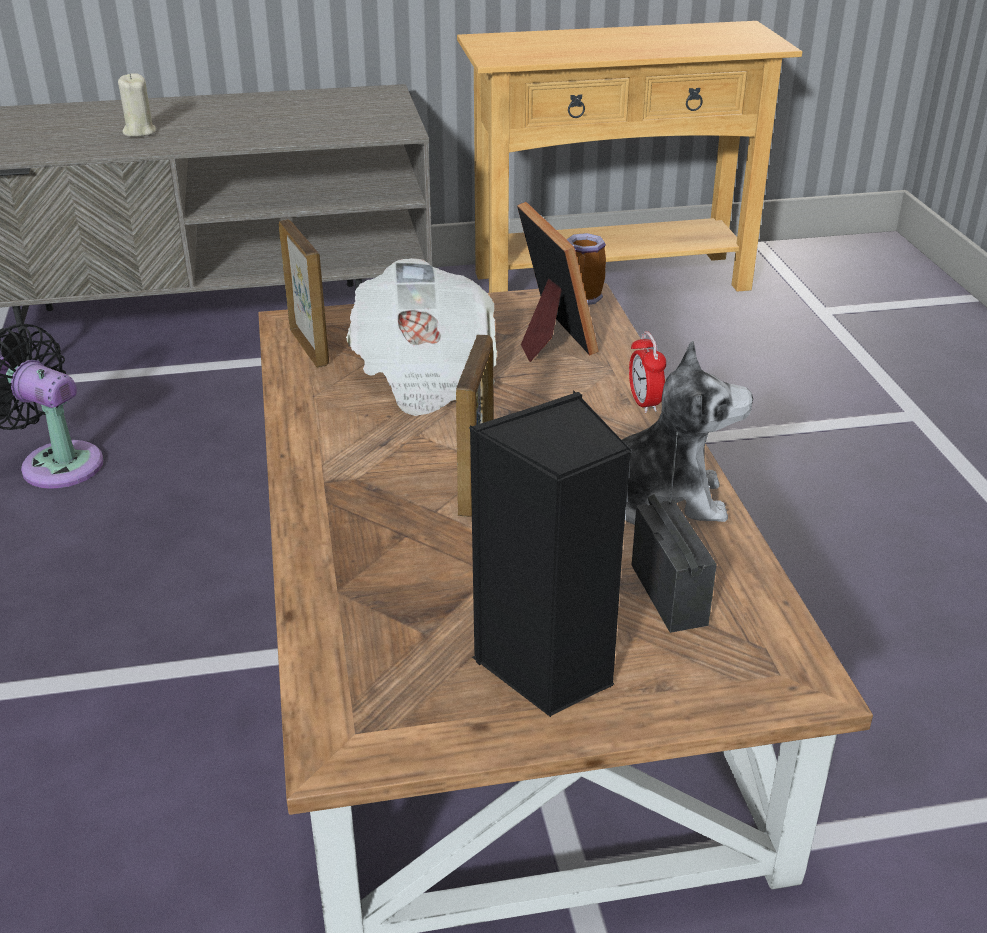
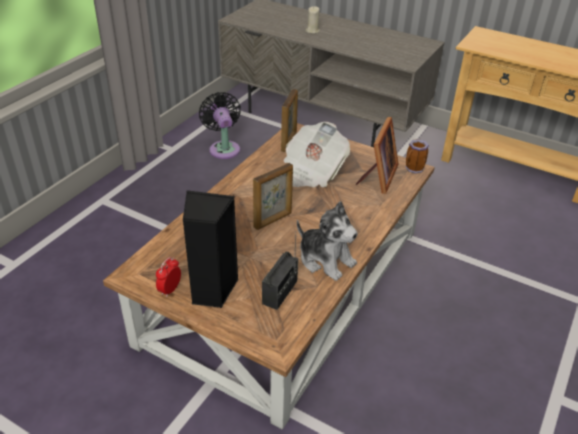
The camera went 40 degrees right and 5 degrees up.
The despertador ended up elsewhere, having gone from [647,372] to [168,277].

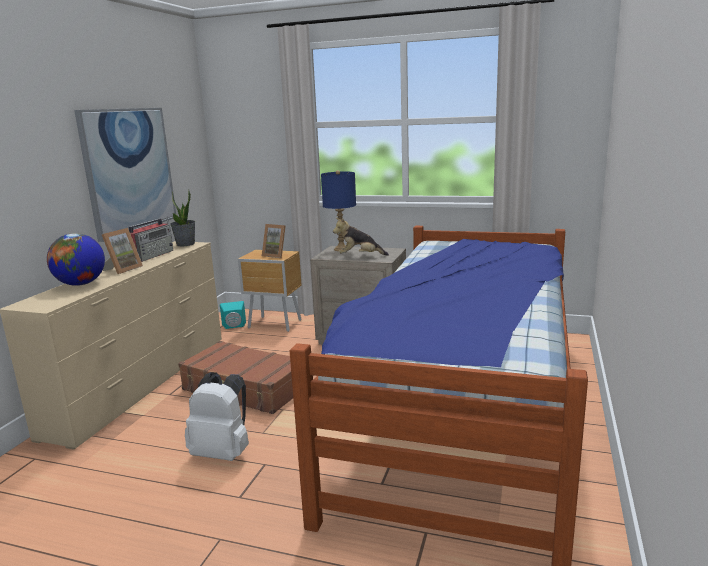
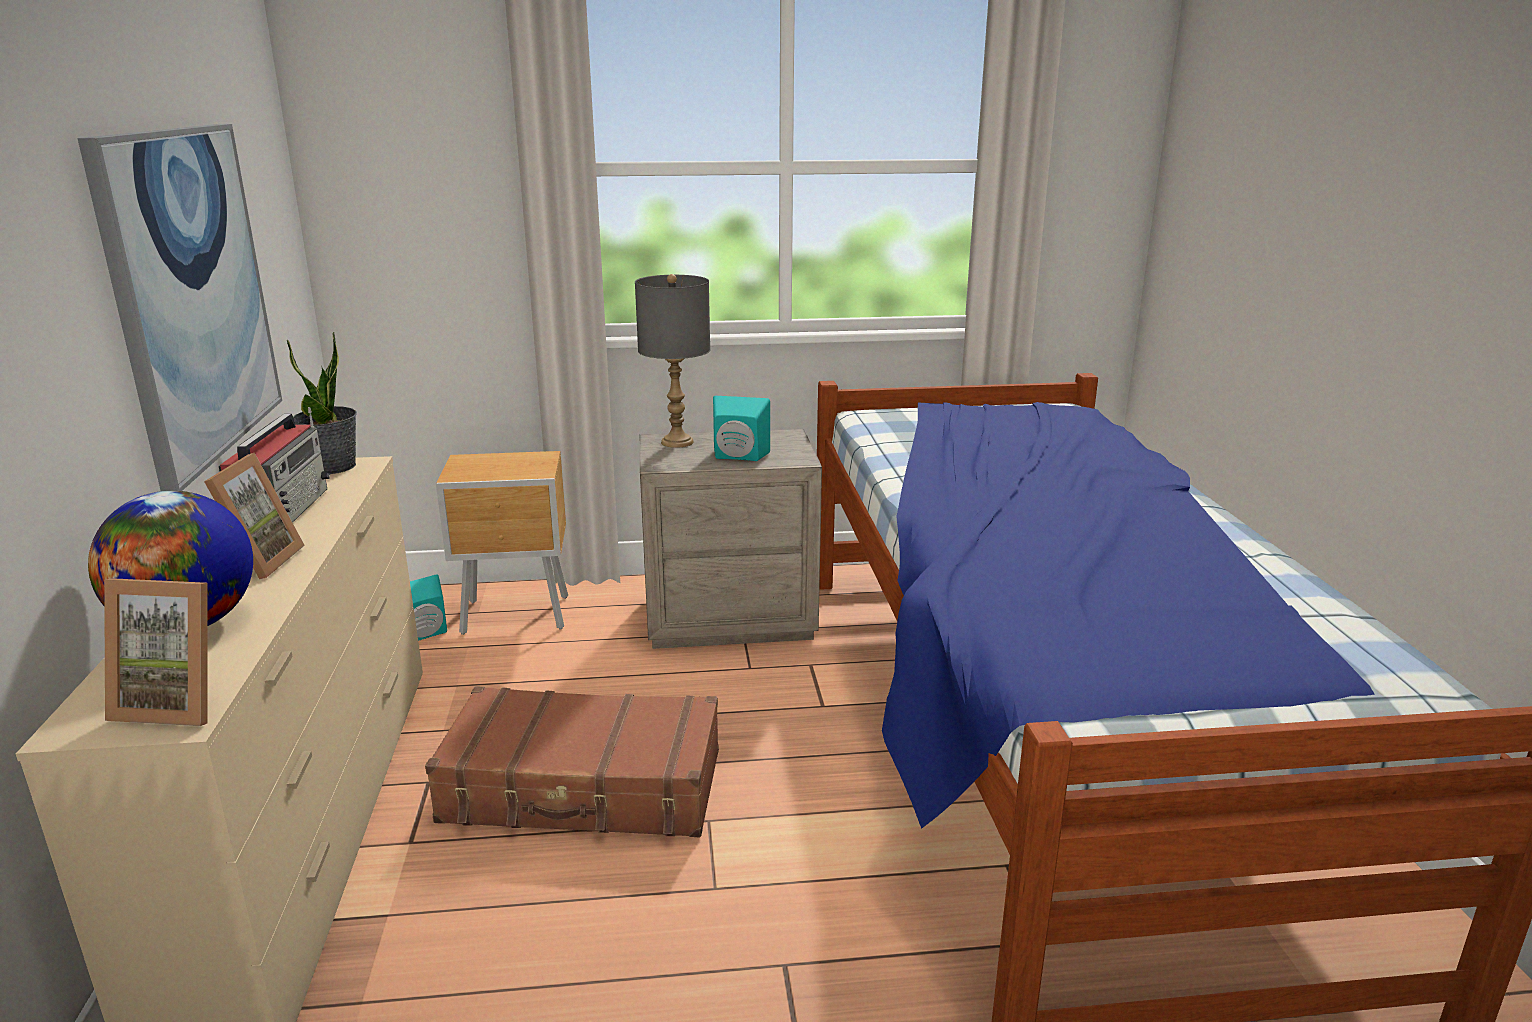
The camera went 25 degrees left and 5 degrees up.
The second view lost the mochila/blanco at [217,416].
The portarretratos ended up elsewhere, having gone from [274,241] to [156,652].
Where the peluche stood at [361,237], the altavoz/turquesa came to stand at [741,428].
What was the lámpara de mesa/azul at [338,210] turned into the lámpara de mesa/gris at [672,361].

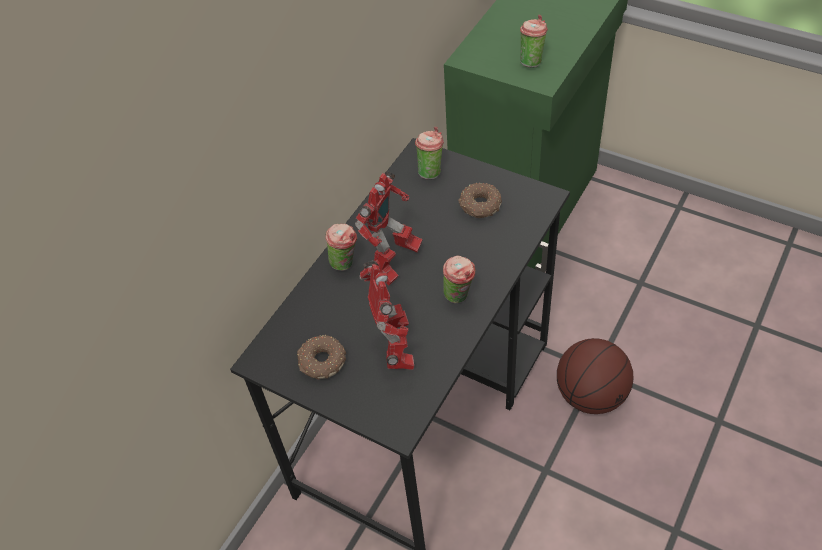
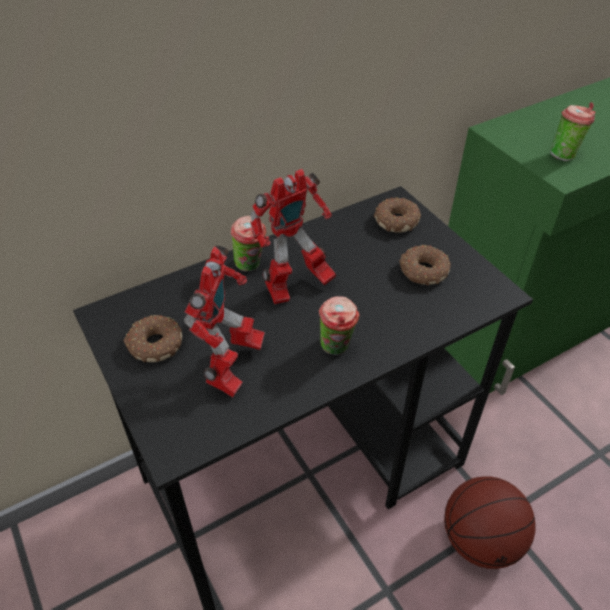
The camera went 25 degrees right and 5 degrees down.
Where the taza stood at [429,153], the rosquilla came to stand at [397,215].

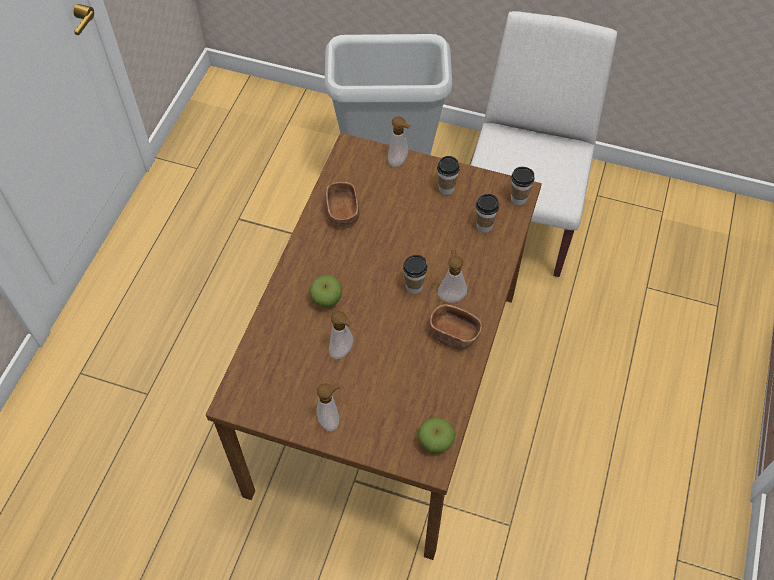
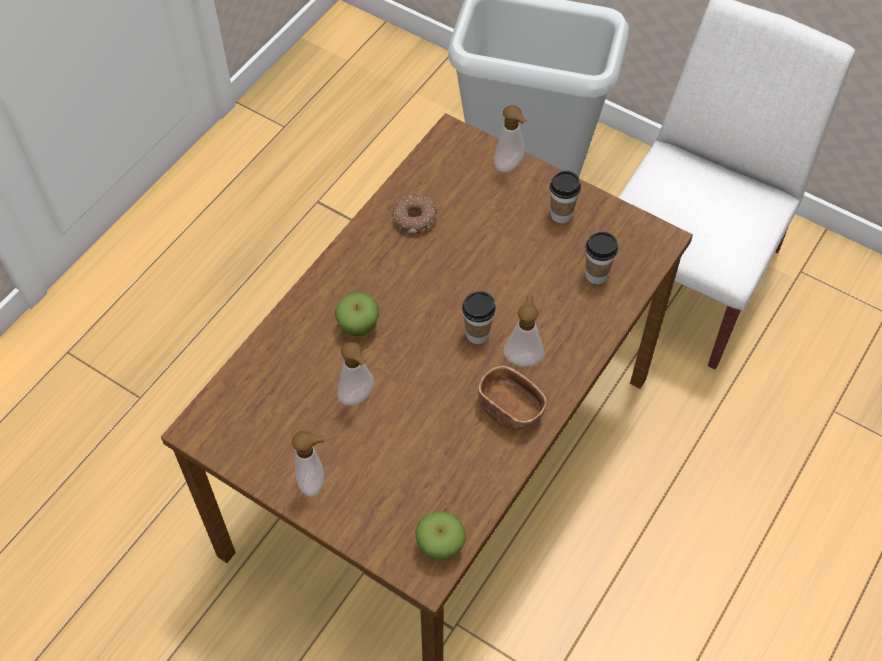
The camera went 15 degrees right and 0 degrees up.
The second view lost the taza at [523,186].
Where the cuenco/marrón stood at [342,204], the rosquilla came to stand at [415,213].

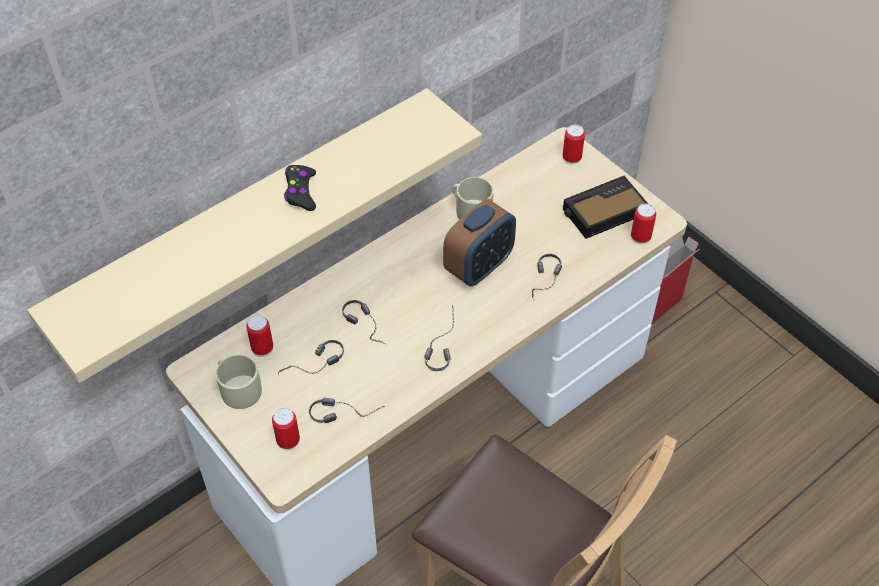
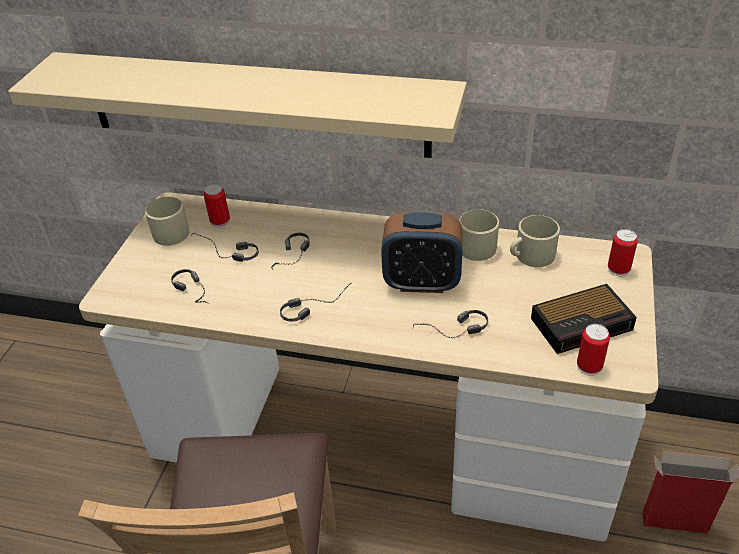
The camera went 55 degrees right and 10 degrees down.
The second view lost the lata at [286,429].
The second view lost the mando de consola/negro at [300,188].
The second view gained the taza grande/beis at [535,241].
The despertador at [605,207] ended up facing another way, 135 degrees clockwise from before.

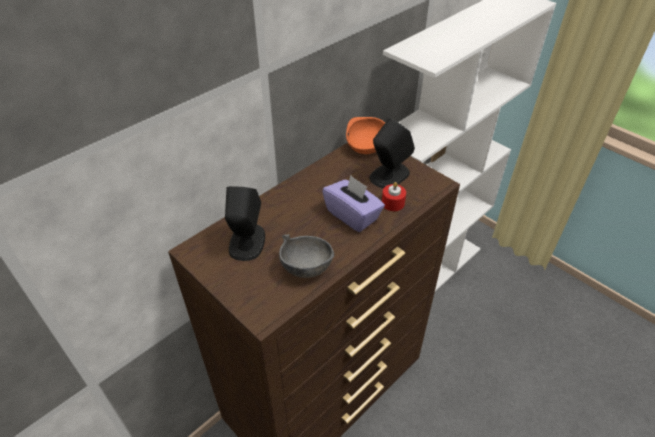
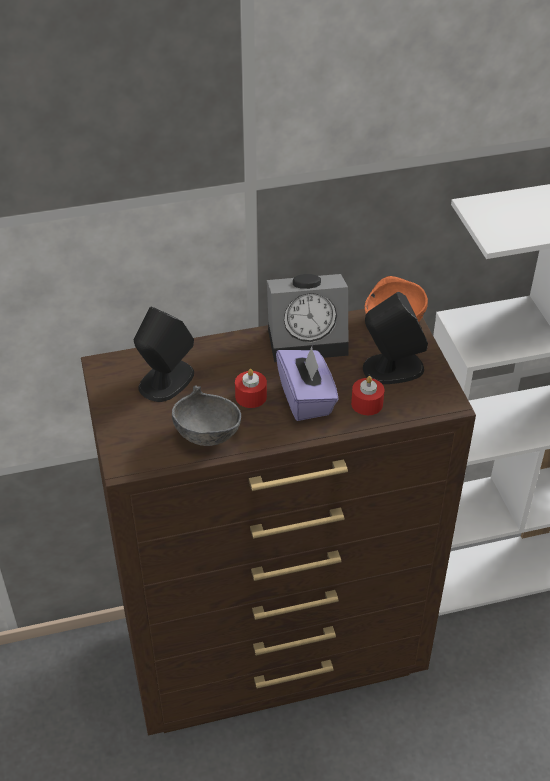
The camera went 30 degrees right and 0 degrees up.
The second view gained the vela/rojo at [251,388].
The second view gained the despertador at [308,318].

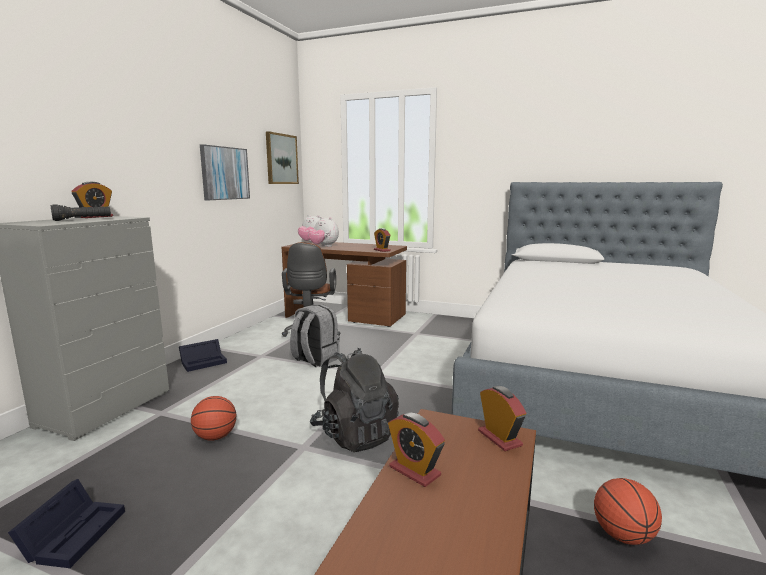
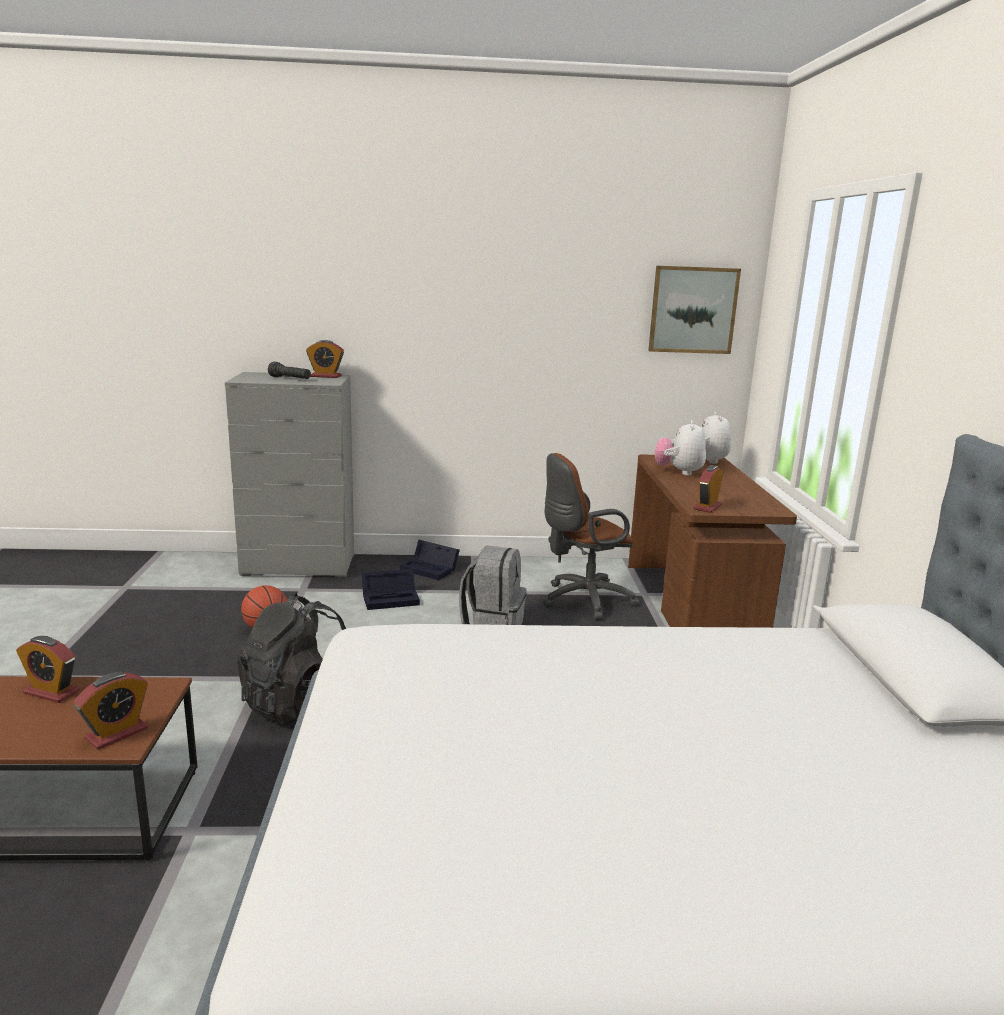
The camera went 65 degrees right and 5 degrees up.
The second view lost the cuadro at [225,172].
The second view lost the balón de baloncesto at [628,511].
The caja de almacenaje/negro ended up elsewhere, having gone from [66,523] to [391,589].
The despertador at [416,450] ended up facing another way, 90 degrees counterclockwise from before.

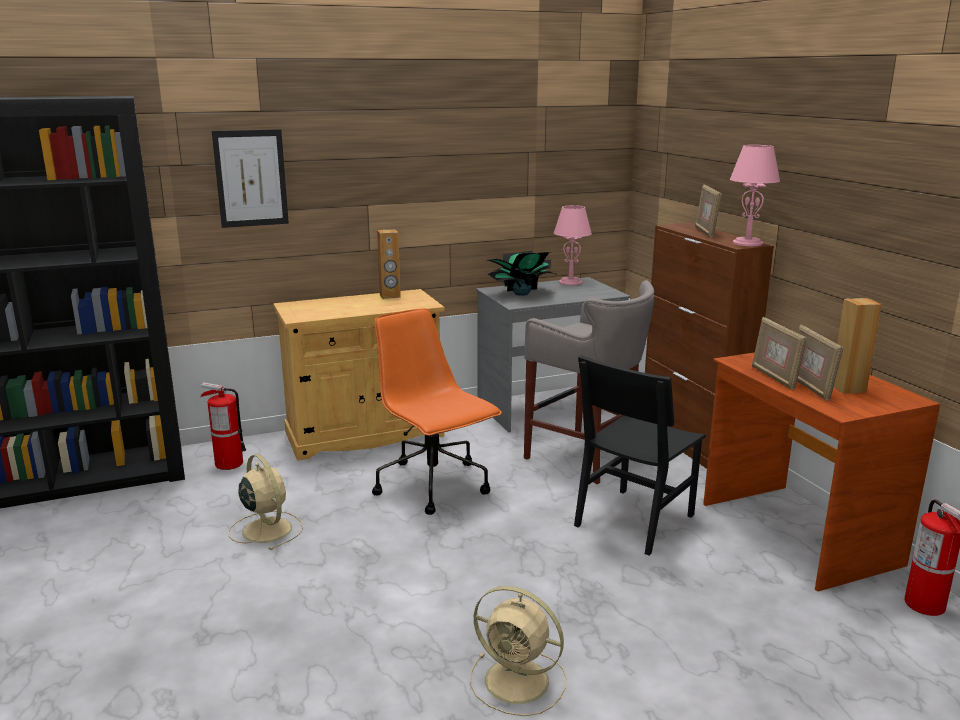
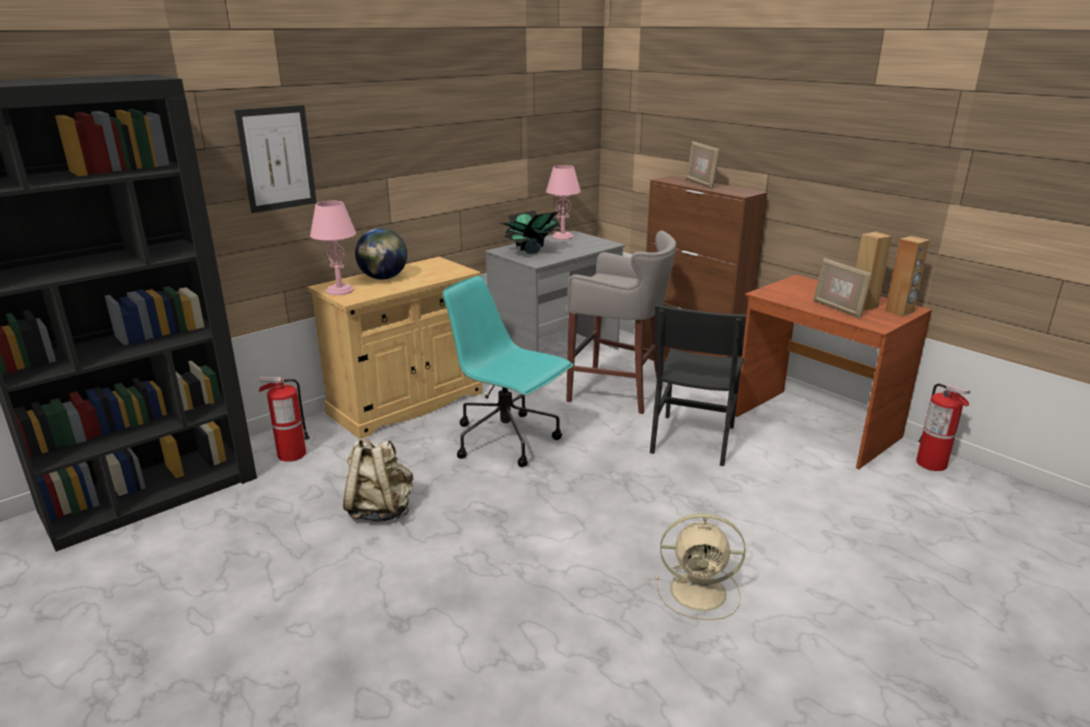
The camera went 20 degrees left and 5 degrees up.
The second view lost the portarretratos at [779,353].
The second view gained the globo terráqueo at [381,254].
The altavoz/marrón ended up elsewhere, having gone from [389,264] to [907,276].
The lámpara de mesa/rosa ended up elsewhere, having gone from [755,195] to [333,248].
Where the ventilador/beis stood at [265,502], the mochila/beis came to stand at [378,480].
What was the silla de oficina/naranja at [437,411] turned into the silla de oficina/turquesa at [508,371].

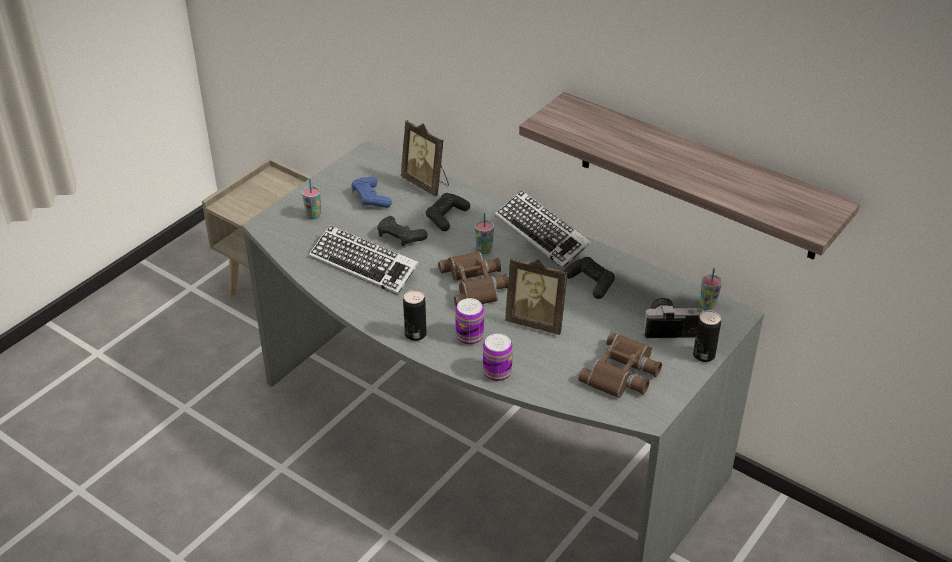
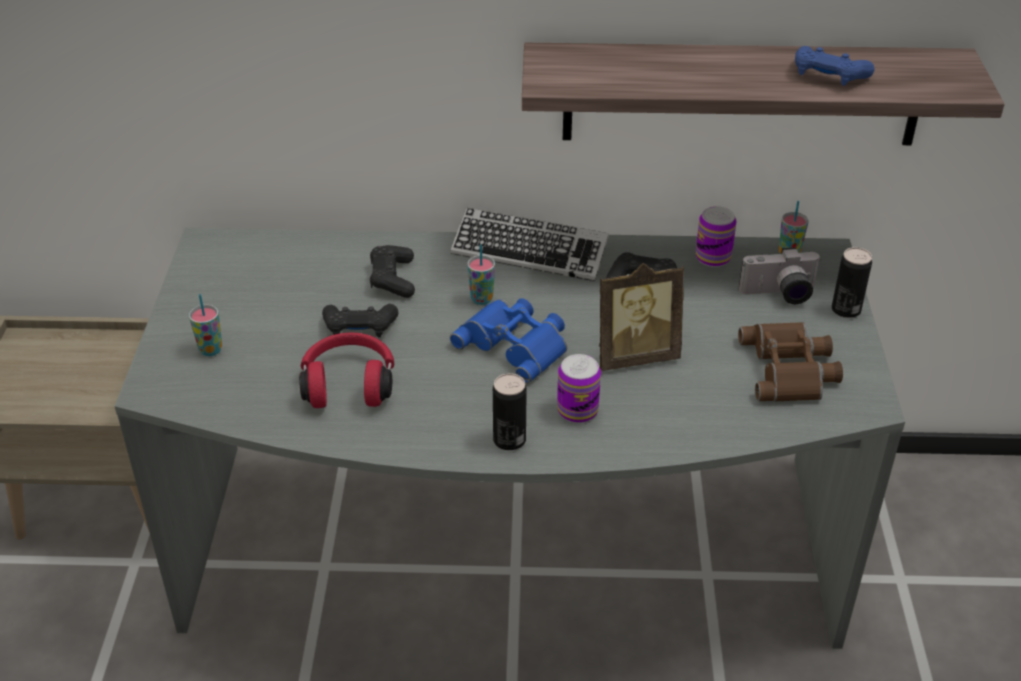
The camera went 35 degrees left and 0 degrees up.
The second view lost the portarretratos at [425,158].
The mando de consola/azul ended up elsewhere, having gone from [371,192] to [835,66].
The lata ended up elsewhere, having gone from [498,357] to [716,236].
Where the teclado stood at [364,260], the auriculares/rojo came to stand at [346,370].
What was the prismáticos/marrón at [473,279] turned into the prismáticos/azul at [508,340].
The cámara at [673,318] ended up facing another way, 150 degrees counterclockwise from before.

